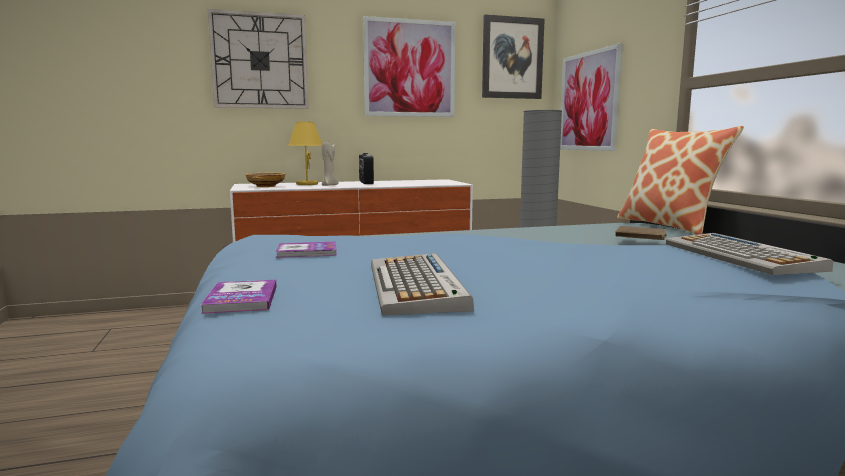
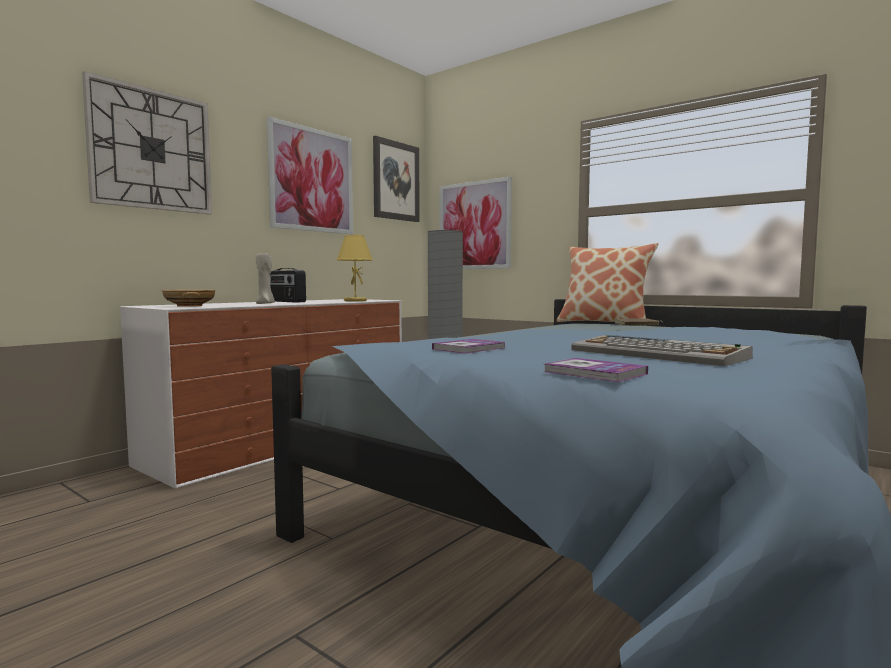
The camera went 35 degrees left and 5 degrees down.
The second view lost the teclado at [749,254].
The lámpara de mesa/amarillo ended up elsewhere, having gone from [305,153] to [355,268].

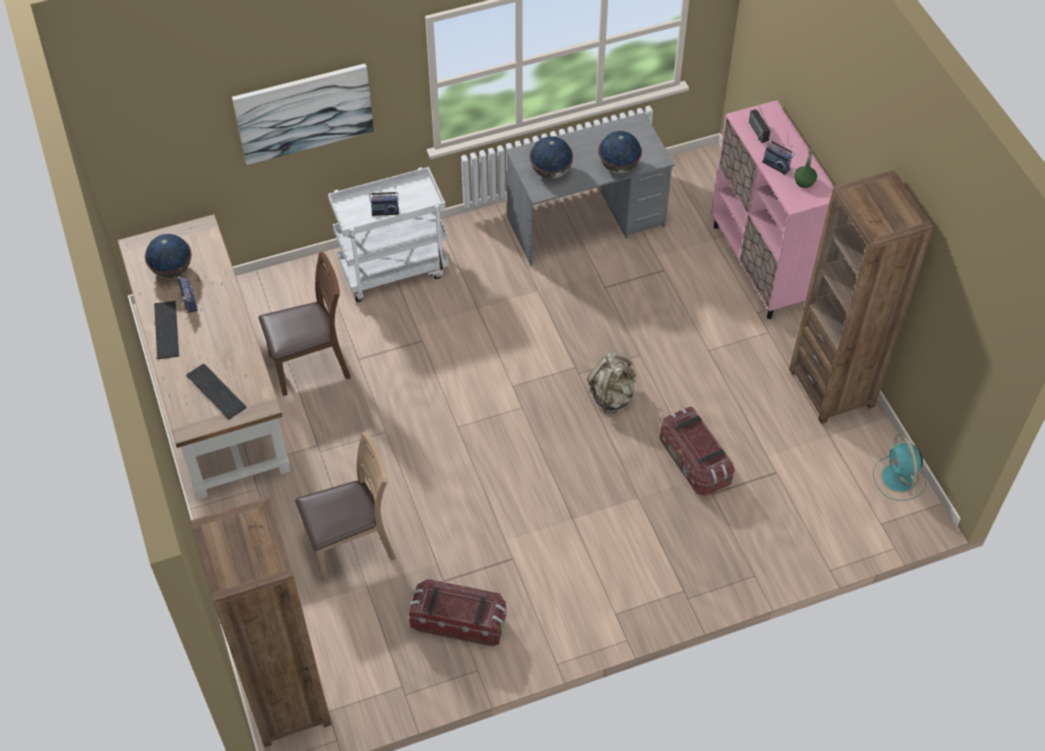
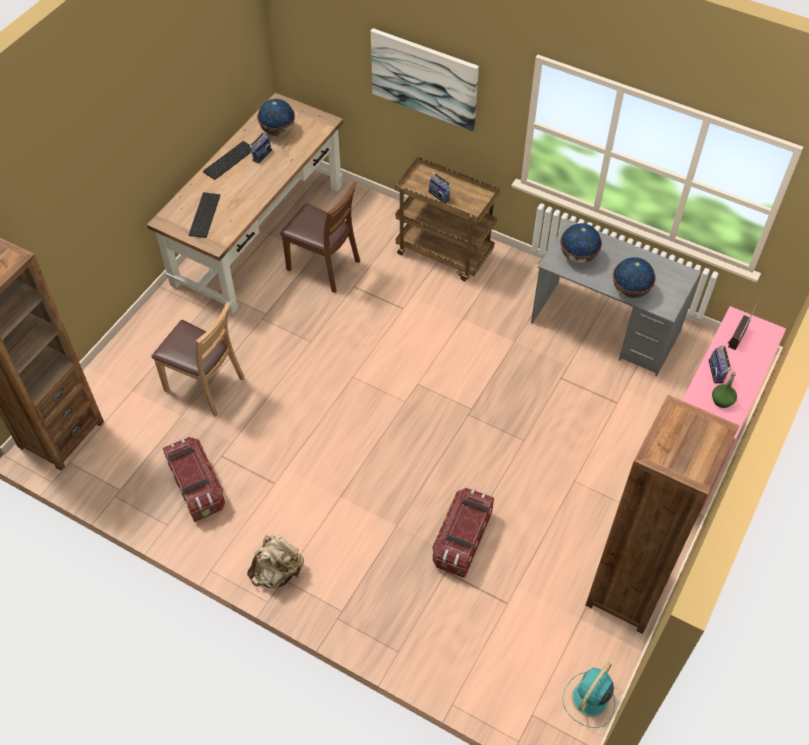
The camera went 50 degrees right and 0 degrees up.
The mochila/beis ended up elsewhere, having gone from [611,383] to [275,562].
What was the carrito/blanco at [388,234] turned into the carrito/marrón at [447,219].

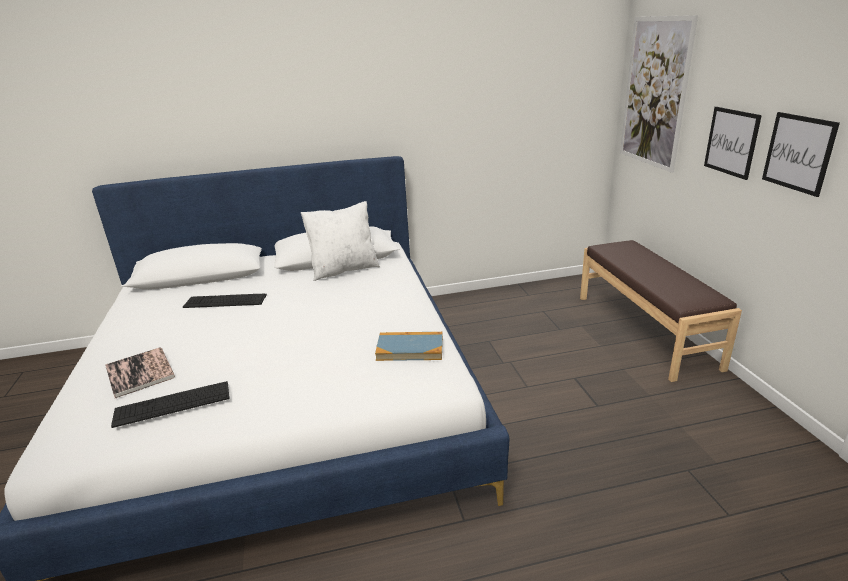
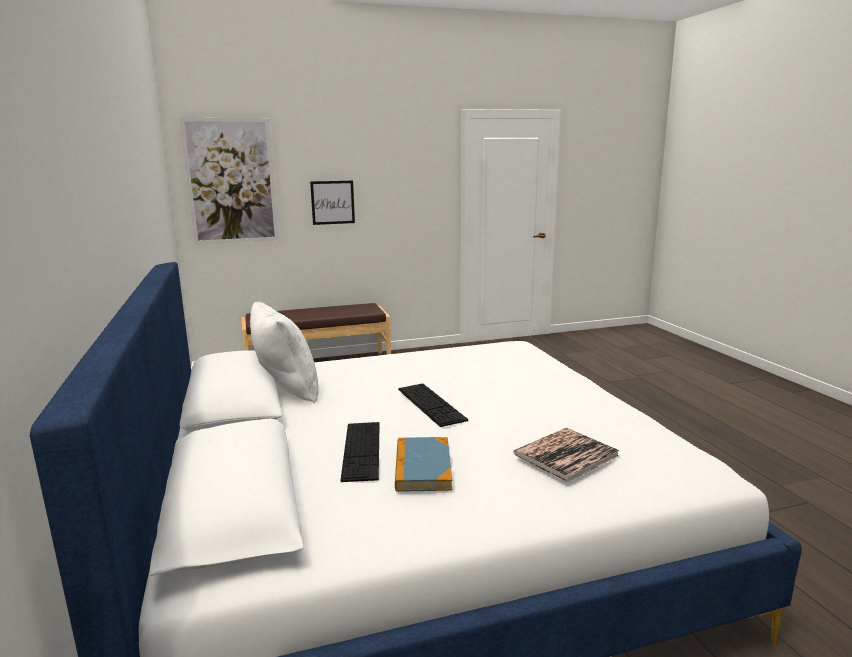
The camera went 95 degrees left and 10 degrees down.
The second view lost the cuadro at [801,154].
The teclado ended up elsewhere, having gone from [170,404] to [433,405].
The libro ended up elsewhere, having gone from [409,346] to [423,464].

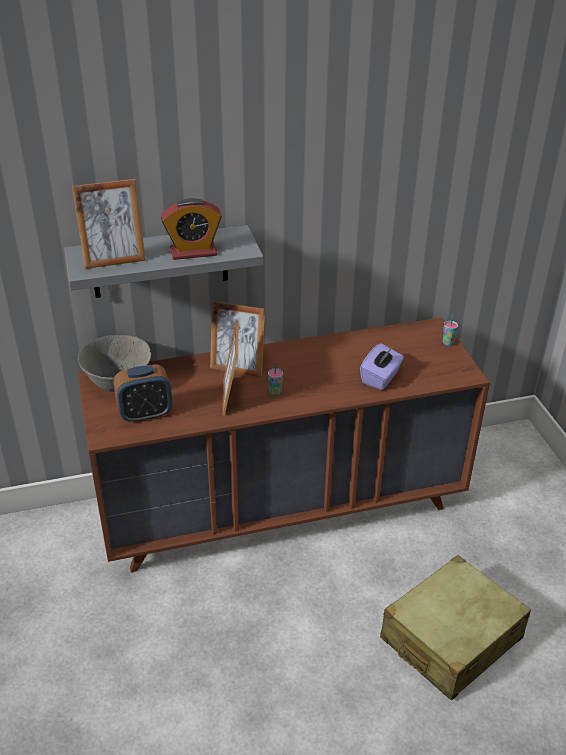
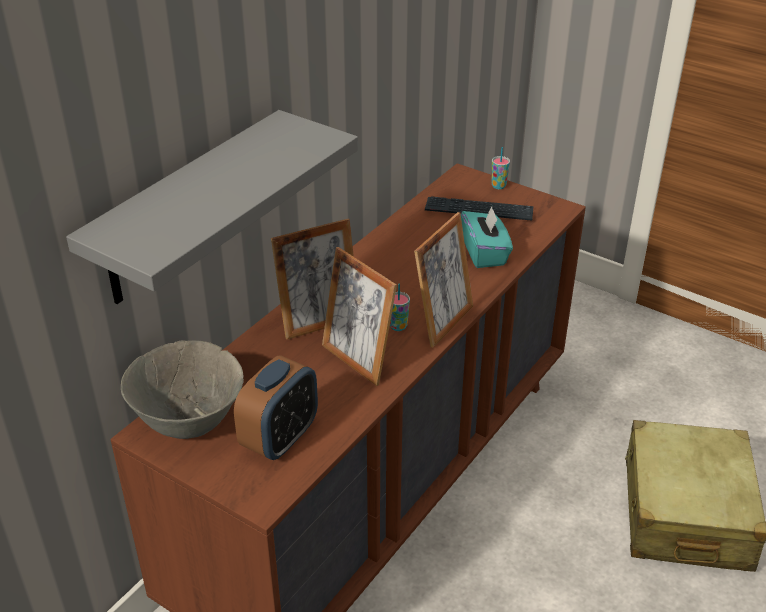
The camera went 40 degrees left and 0 degrees up.
The second view lost the despertador at [191,229].
The second view gained the teclado at [479,208].
The portarretratos ended up elsewhere, having gone from [109,224] to [443,280].
What was the caja de pañuelos/morado at [382,366] turned into the caja de pañuelos/turquesa at [487,237].

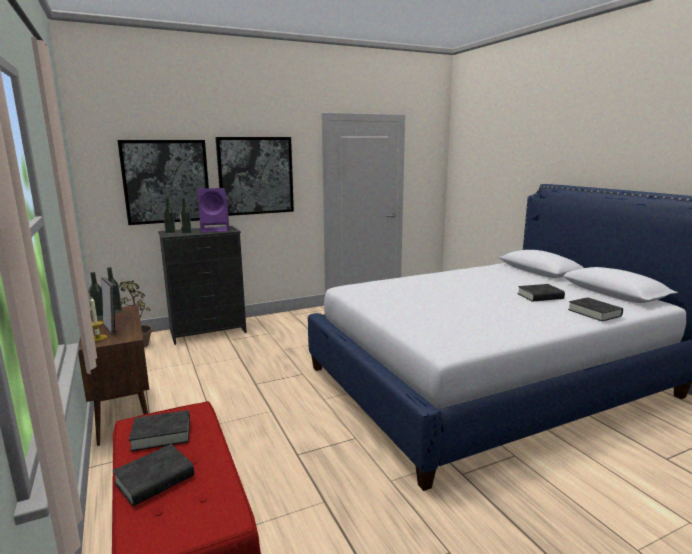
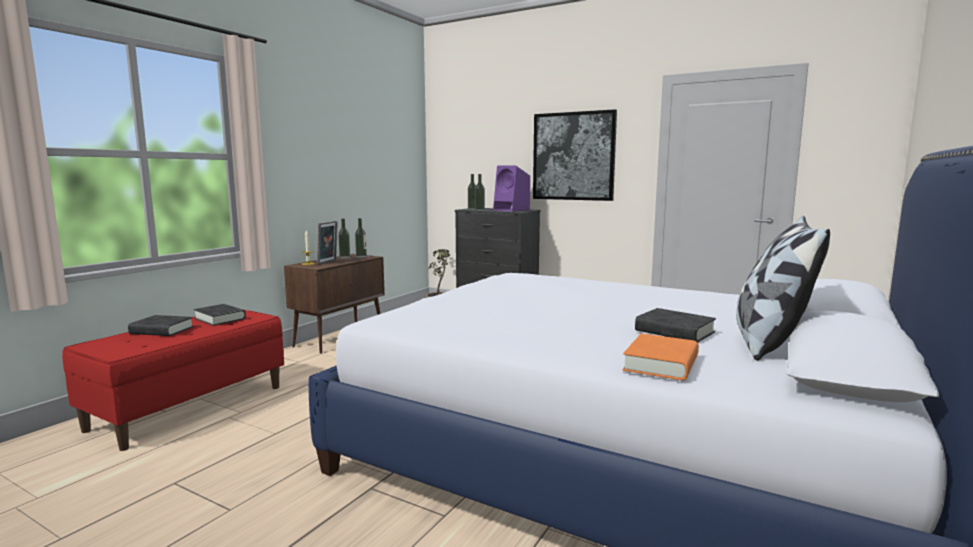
The camera went 55 degrees right and 5 degrees down.
The second view lost the cuadro at [163,182].
The second view gained the cojín at [783,288].
What was the libro/negro at [595,309] turned into the libro/naranja at [661,356].

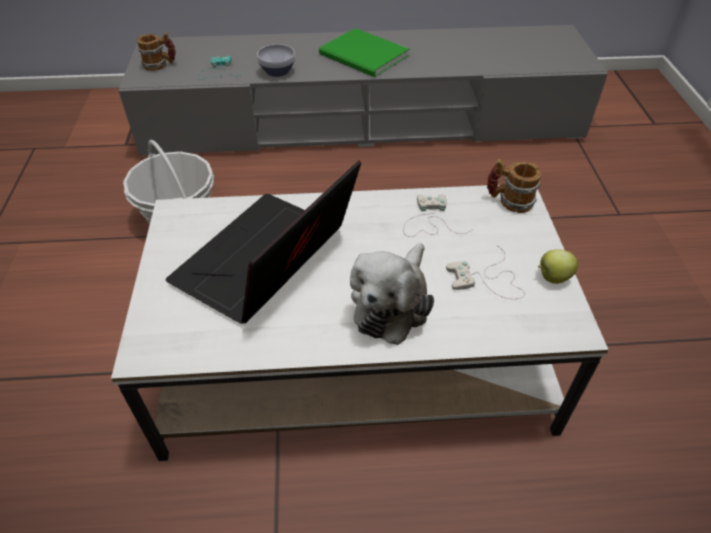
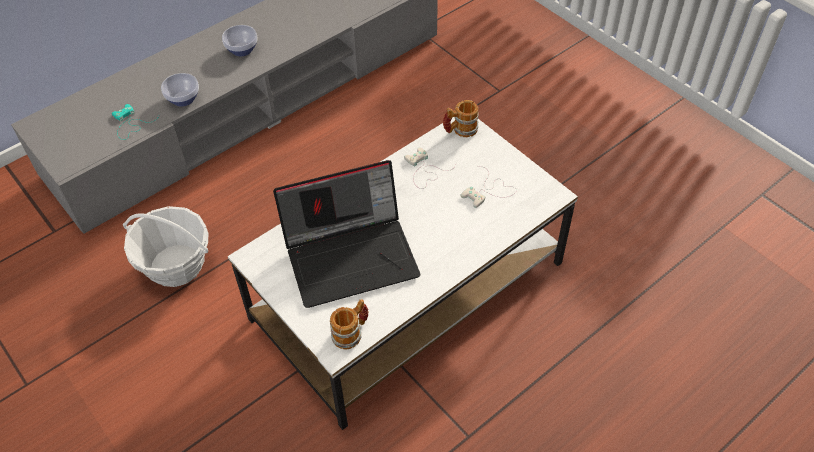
The camera went 35 degrees left and 5 degrees up.
The second view lost the peluche at [392,294].
The second view lost the manzana at [558,266].
The taza grande ended up elsewhere, having gone from [156,51] to [349,324].
Where the libro/verde stood at [364,52], the cuenco came to stand at [239,40].
The portátil at [263,242] ended up facing another way, 105 degrees counterclockwise from before.

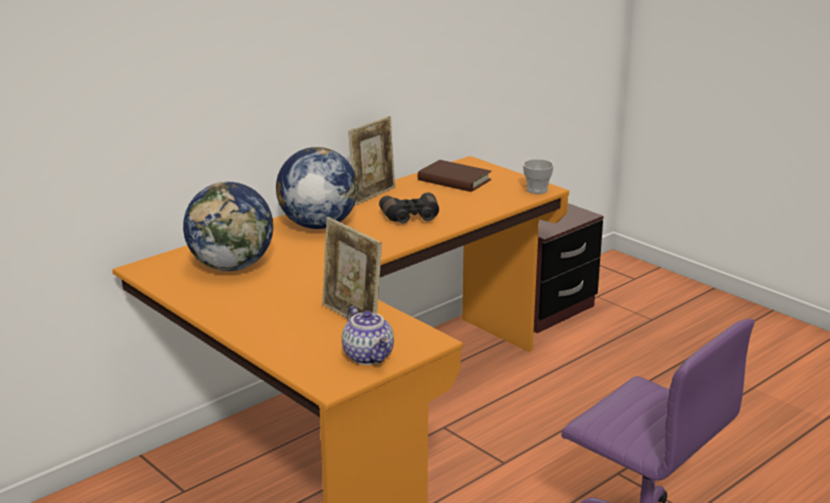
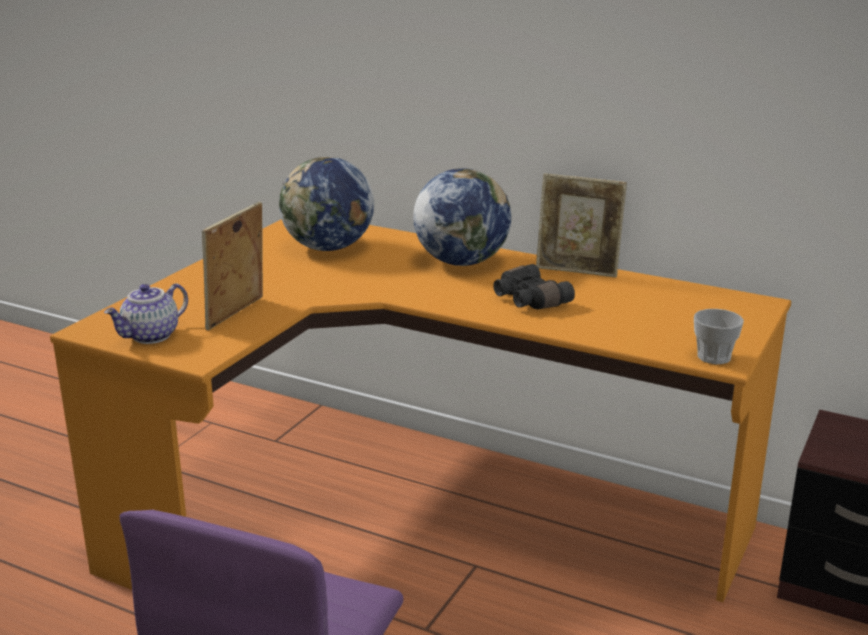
The camera went 70 degrees right and 0 degrees up.
The second view lost the libro/marrón at [454,176].

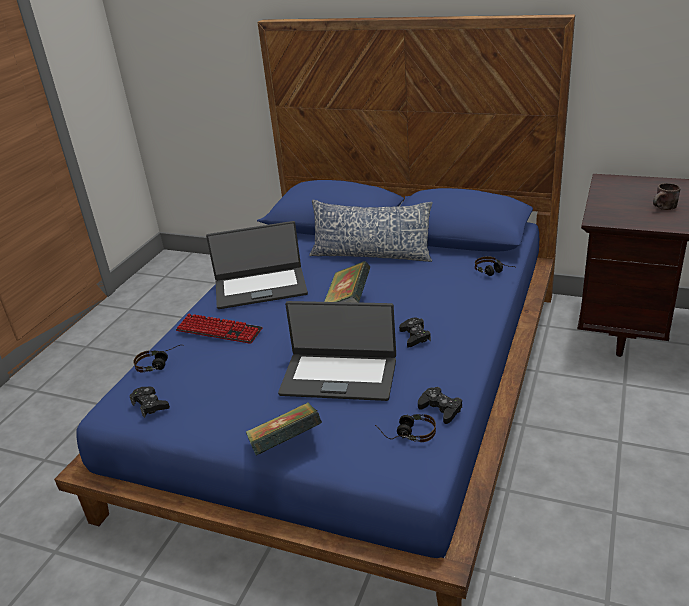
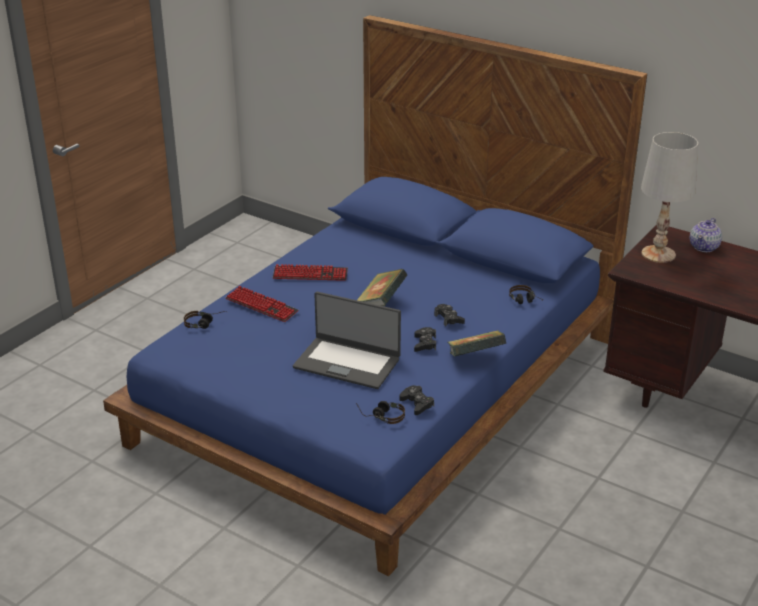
The camera went 10 degrees right and 0 degrees up.
The second view lost the cojín at [370,231].
The second view lost the taza grande/marrón at [667,196].
The second view gained the lámpara de mesa/blanco at [669,197].
The second view gained the tetera at [706,235].
The mando de consola/negro ended up elsewhere, having gone from [149,402] to [449,315].
The libro ended up elsewhere, having gone from [284,429] to [477,343].
Where the portátil stood at [257,265], the teclado came to stand at [310,272].

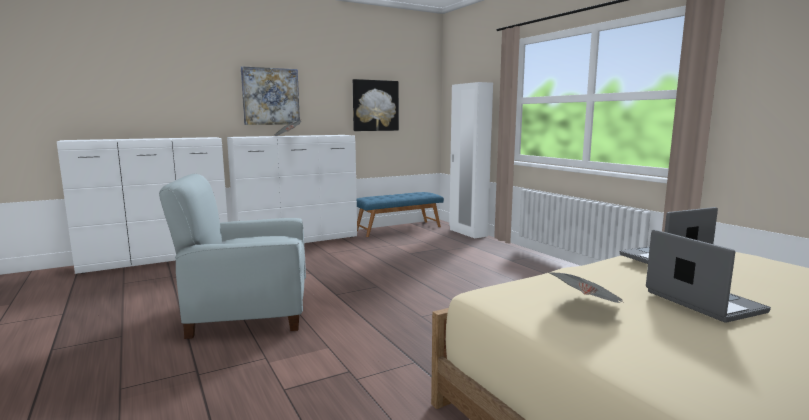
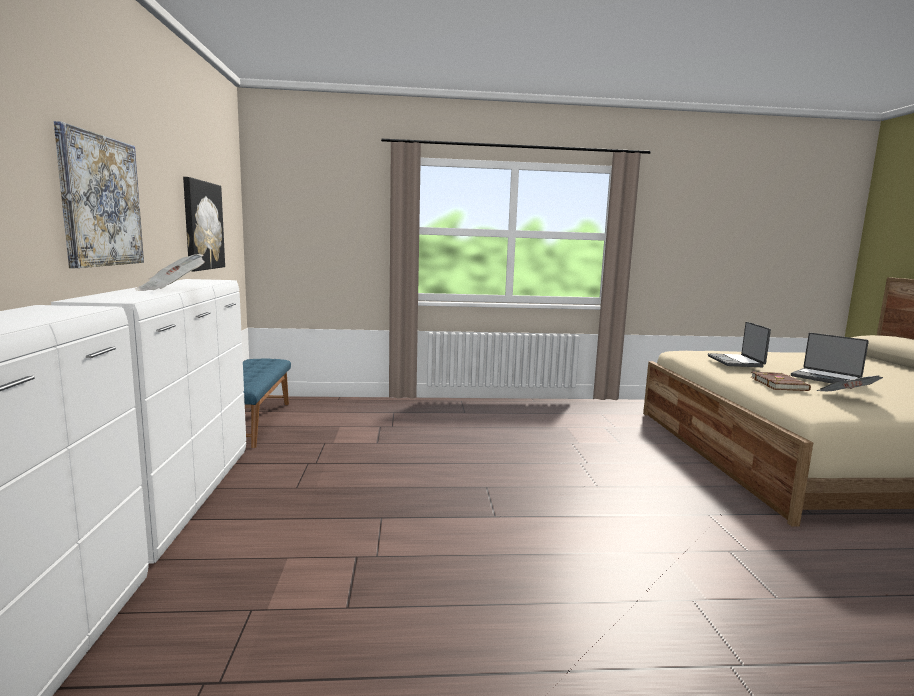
The camera went 65 degrees left and 0 degrees up.
The second view lost the sillón/gris at [232,256].
The second view lost the armario ropero/blanco at [471,160].
The second view gained the libro/marrón at [780,381].
The portátil at [708,276] ended up facing another way, 135 degrees counterclockwise from before.

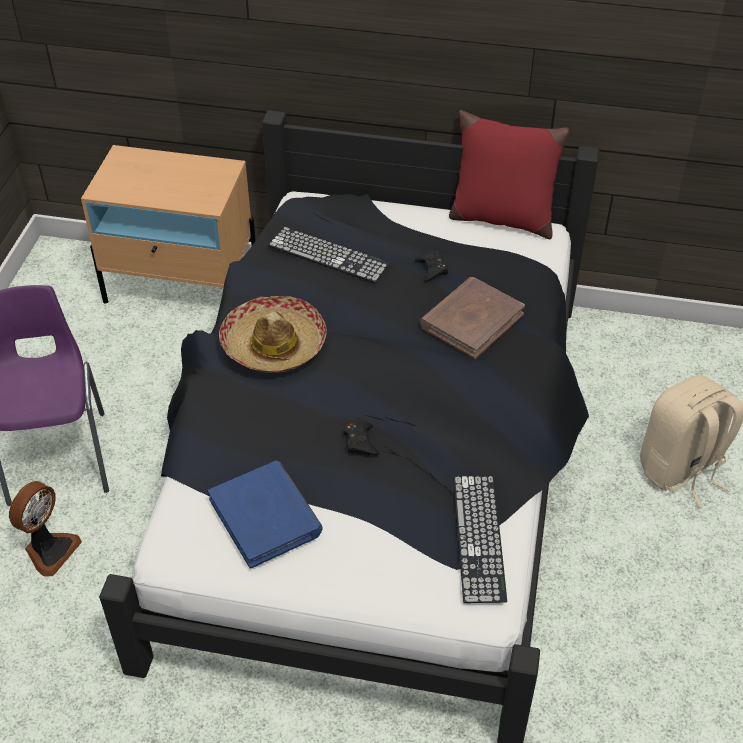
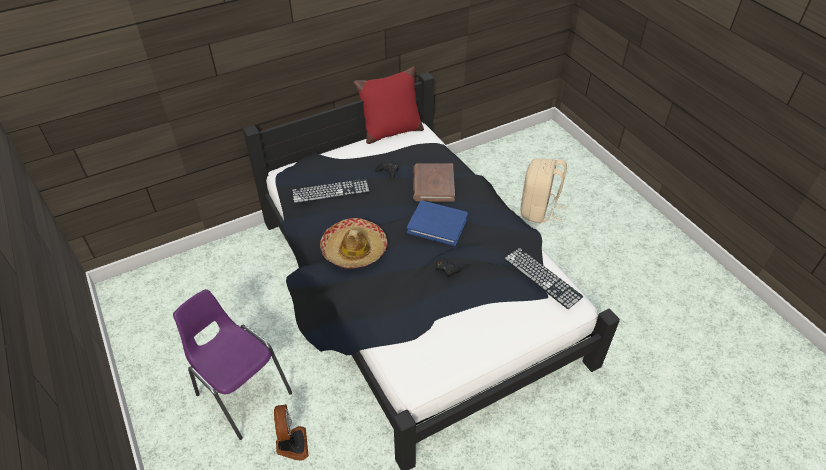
The camera went 40 degrees left and 0 degrees up.
The second view lost the mesita de noche/beis at [168,224].
The libro/azul ended up elsewhere, having gone from [265,515] to [437,223].

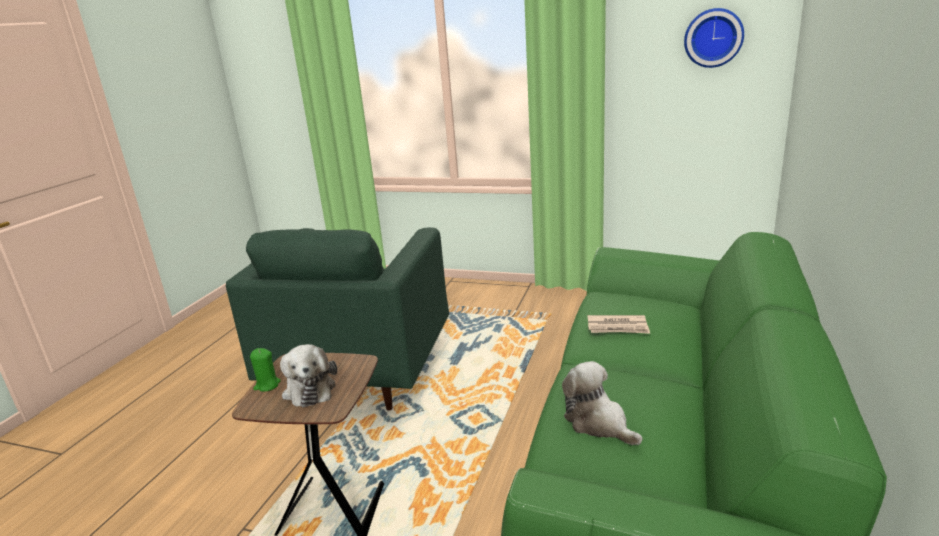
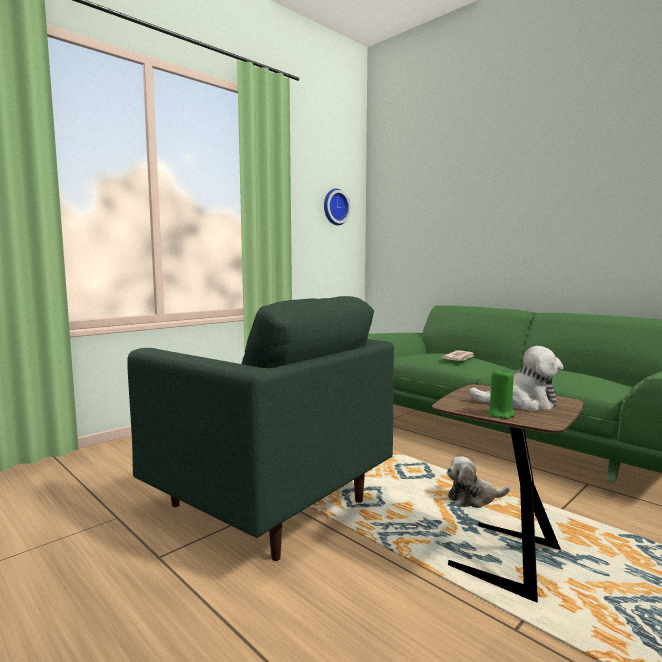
The camera went 65 degrees left and 15 degrees down.
The peluche ended up elsewhere, having gone from [602,403] to [478,482].

